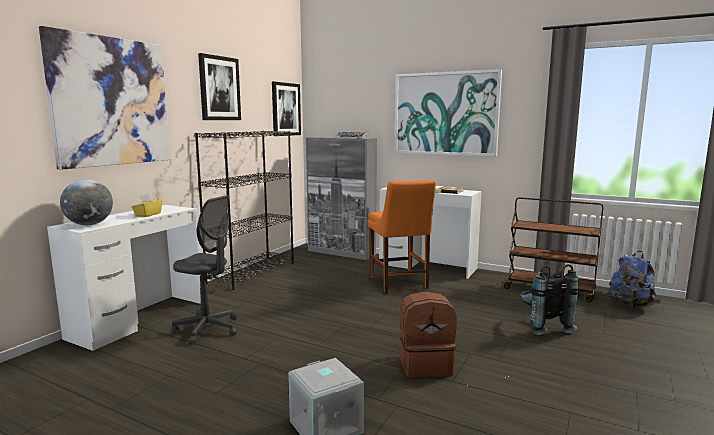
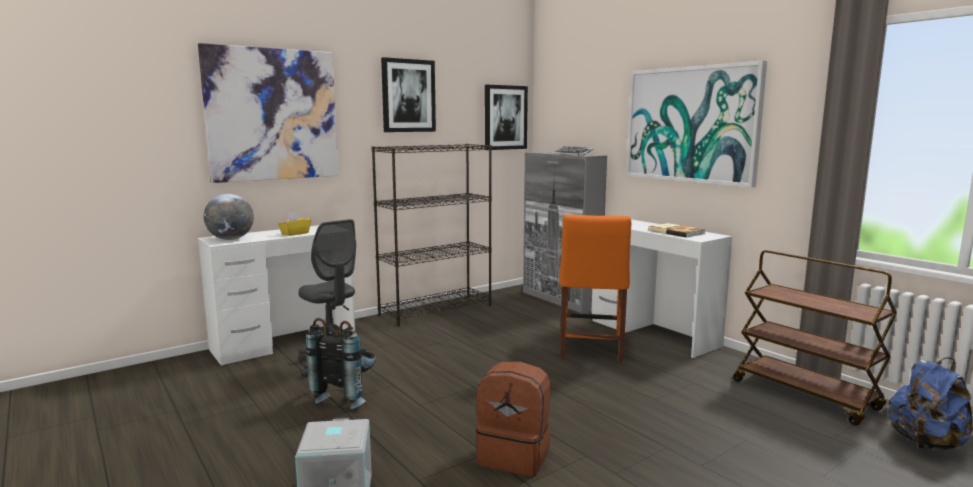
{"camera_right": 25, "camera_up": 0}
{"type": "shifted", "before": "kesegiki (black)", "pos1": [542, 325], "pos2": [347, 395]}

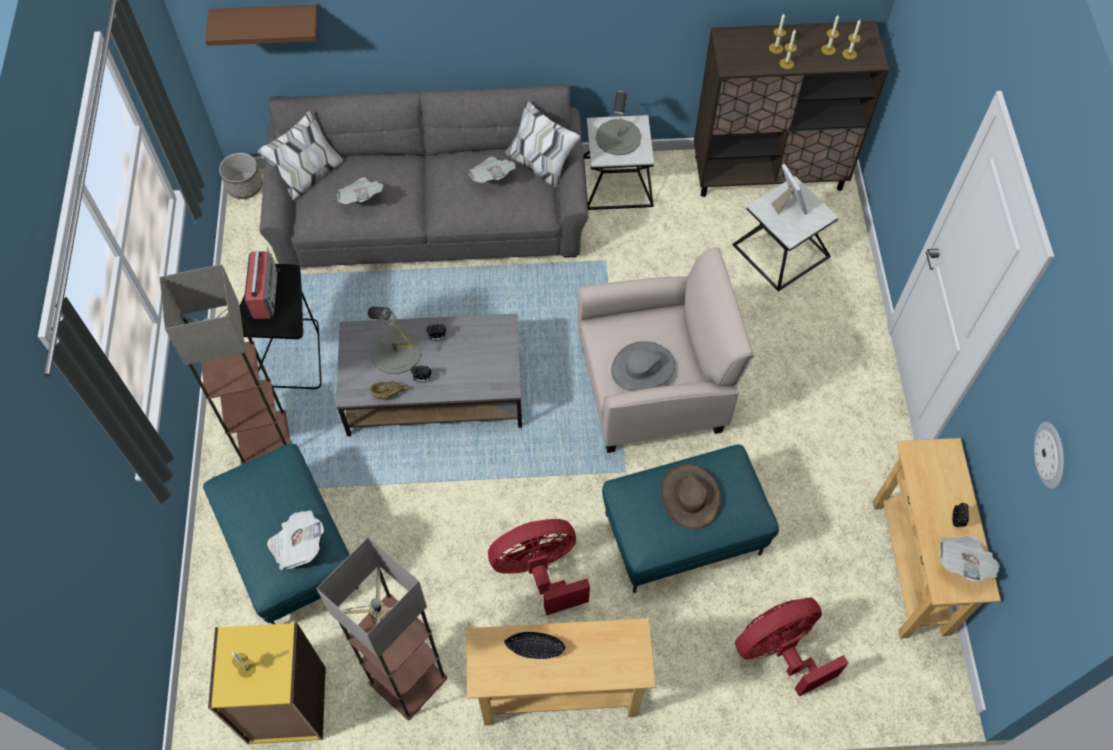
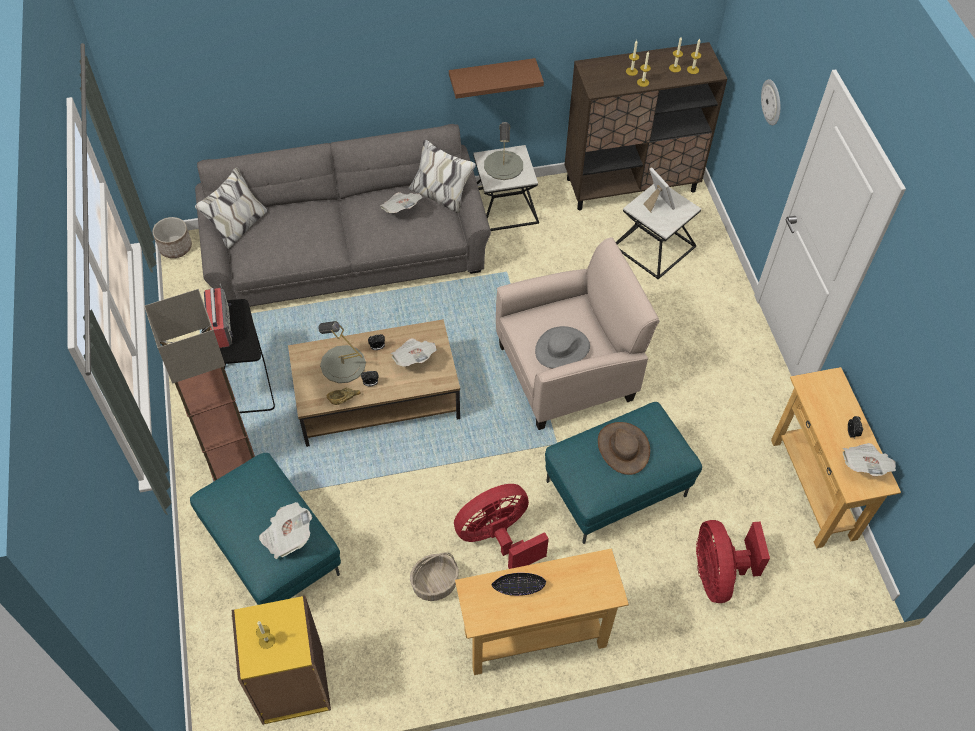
{"camera_right": -10, "camera_up": -5}
{"type": "gone", "before": "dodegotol", "pos1": [408, 682]}
{"type": "new", "after": "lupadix", "pos2": [434, 584]}
{"type": "shifted", "before": "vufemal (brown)", "pos1": [267, 22], "pos2": [492, 77]}
{"type": "shifted", "before": "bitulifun", "pos1": [361, 198], "pos2": [414, 358]}
{"type": "shifted", "before": "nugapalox", "pos1": [1051, 455], "pos2": [772, 102]}
{"type": "repainted", "before": "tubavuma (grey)", "after": "tubavuma (brown)", "pos1": [436, 390], "pos2": [378, 397]}
{"type": "rotated", "before": "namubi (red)", "pos1": [780, 651], "pos2": [718, 574], "turn": -60}

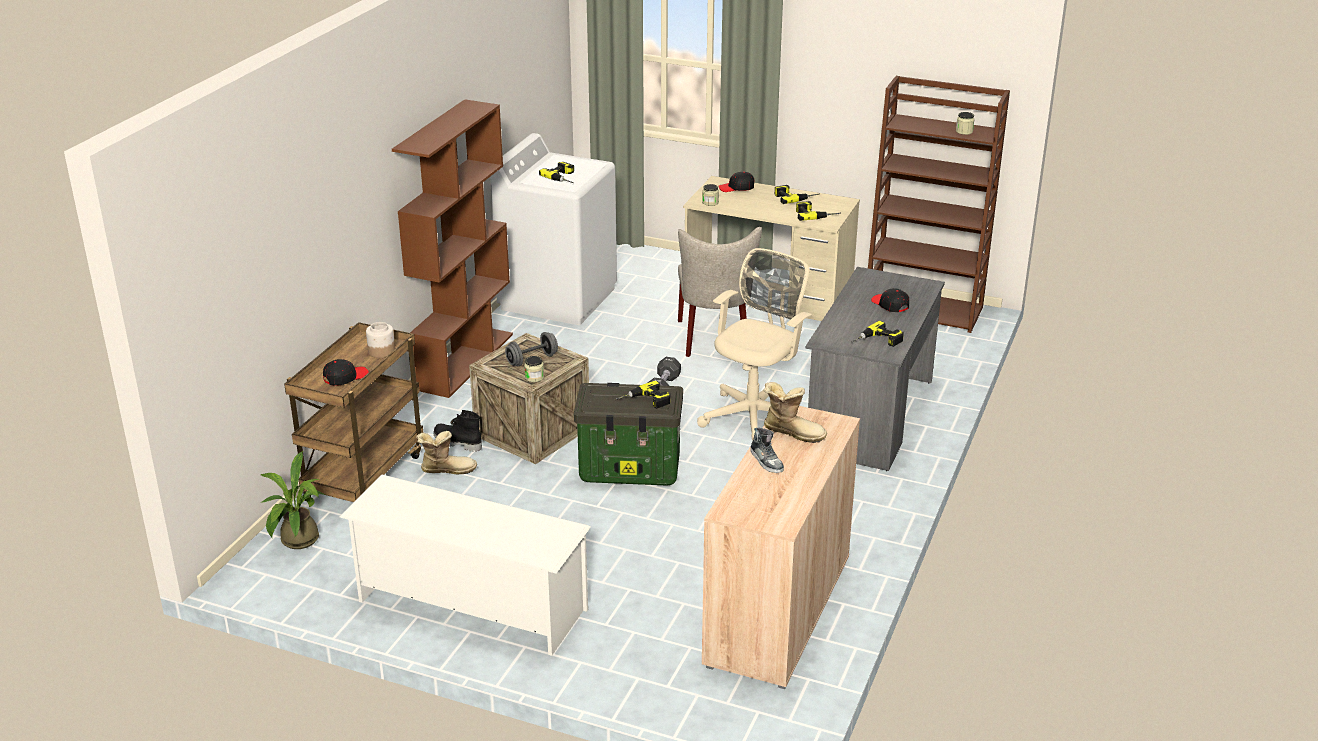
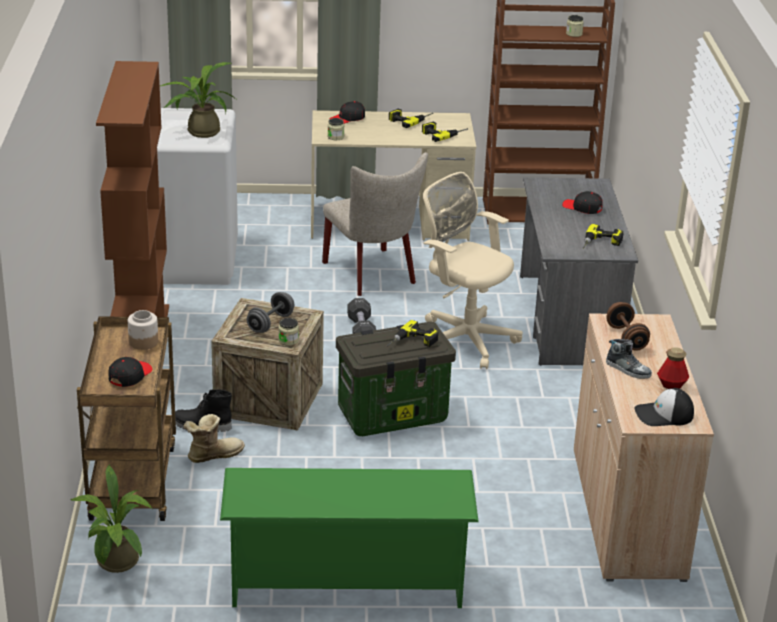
{"camera_right": -25, "camera_up": 0}
{"type": "new", "after": "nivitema", "pos2": [663, 415]}
{"type": "new", "after": "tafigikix", "pos2": [671, 385]}
{"type": "swapped", "before": "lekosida", "after": "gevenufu", "pos1": [564, 177], "pos2": [199, 131]}
{"type": "swapped", "before": "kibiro", "after": "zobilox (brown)", "pos1": [793, 432], "pos2": [626, 338]}
{"type": "repainted", "before": "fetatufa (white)", "after": "fetatufa (green)", "pos1": [470, 605], "pos2": [346, 581]}
{"type": "rotated", "before": "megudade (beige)", "pos1": [754, 413], "pos2": [464, 338], "turn": -60}

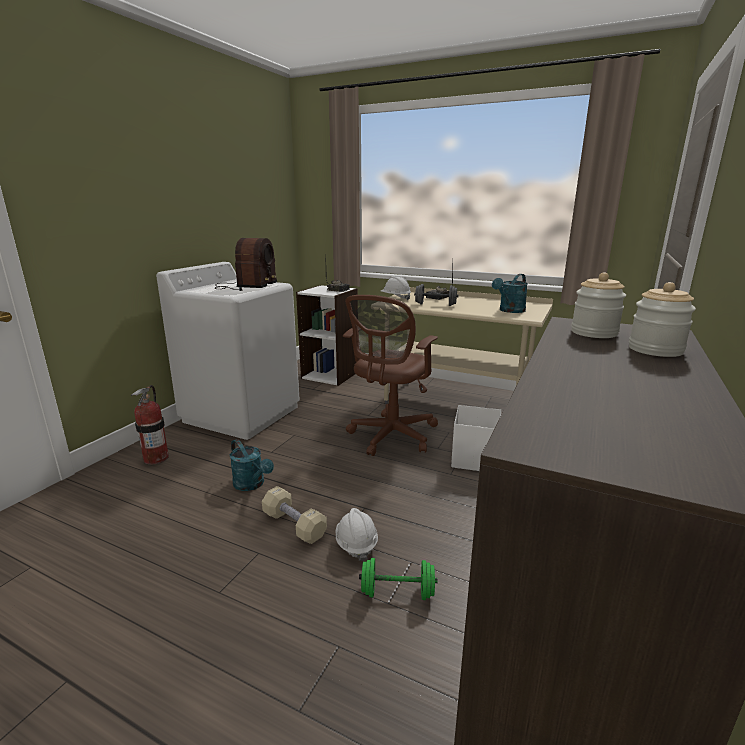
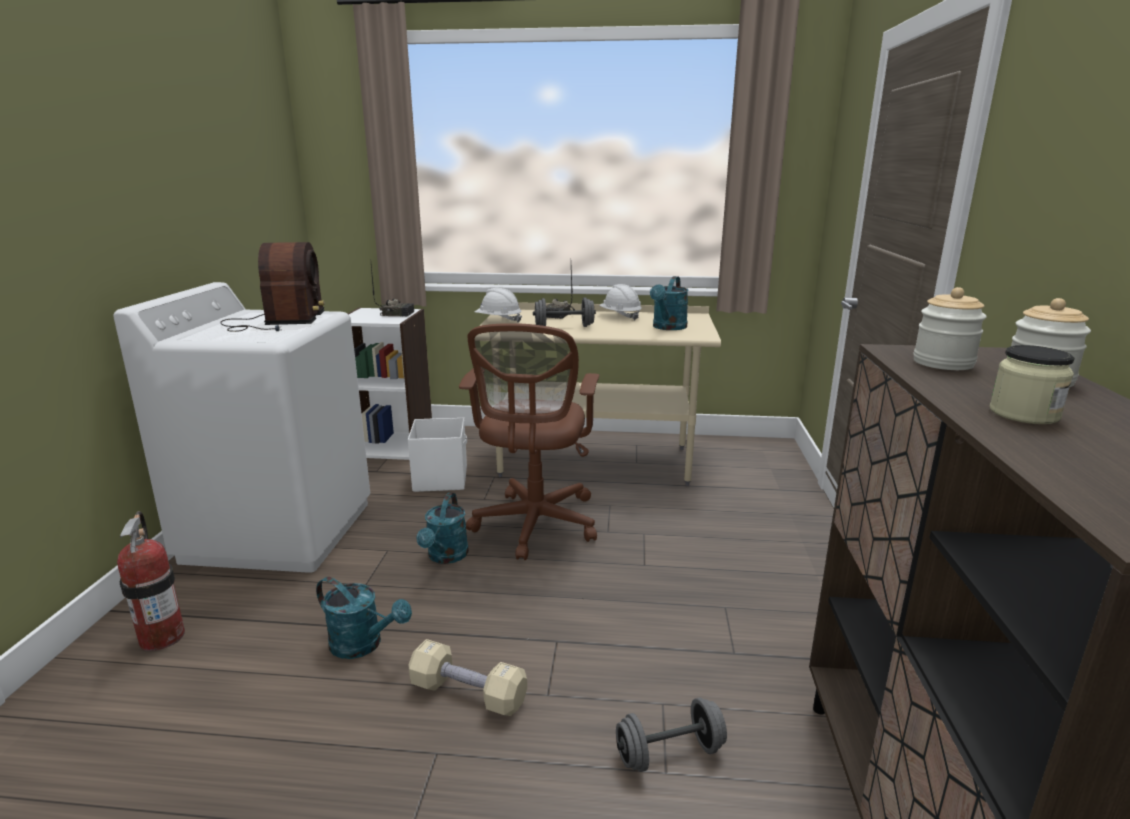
{"camera_right": -20, "camera_up": 0}
{"type": "new", "after": "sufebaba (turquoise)", "pos2": [446, 557]}
{"type": "new", "after": "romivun", "pos2": [1023, 414]}
{"type": "shifted", "before": "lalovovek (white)", "pos1": [356, 544], "pos2": [620, 316]}
{"type": "shifted", "before": "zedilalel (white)", "pos1": [475, 458], "pos2": [441, 478]}
{"type": "repainted", "before": "zobilox (green)", "after": "zobilox (grey)", "pos1": [397, 592], "pos2": [669, 753]}

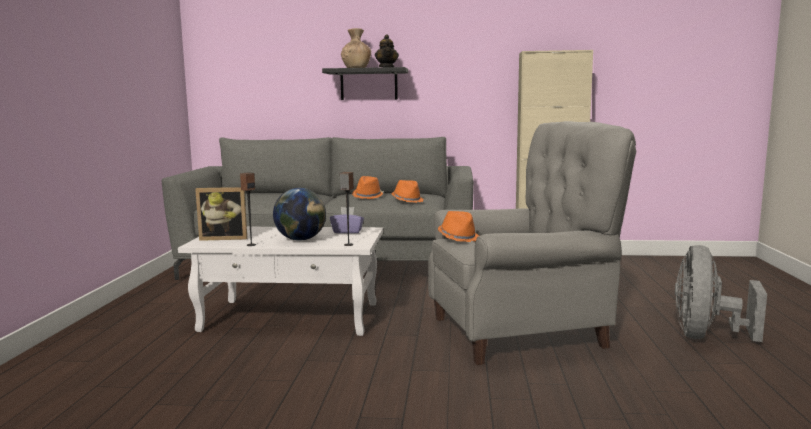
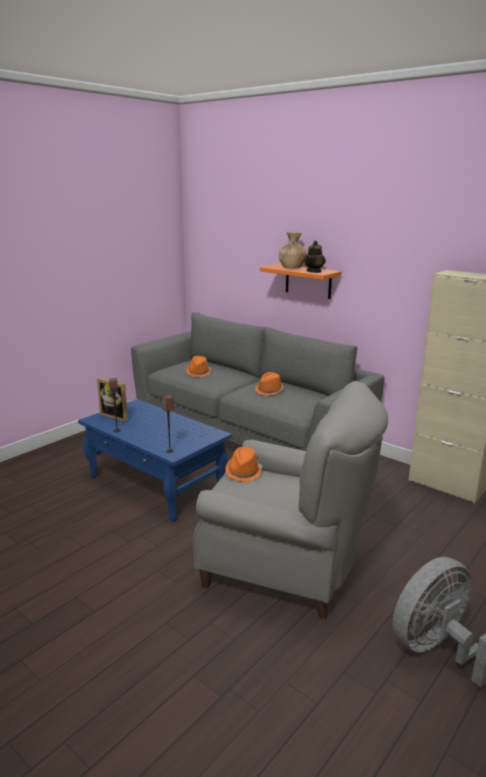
{"camera_right": 35, "camera_up": 10}
{"type": "gone", "before": "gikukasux", "pos1": [300, 240]}
{"type": "gone", "before": "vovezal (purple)", "pos1": [347, 231]}
{"type": "shifted", "before": "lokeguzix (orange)", "pos1": [407, 200], "pos2": [199, 372]}
{"type": "repainted", "before": "tubavuma (white)", "after": "tubavuma (blue)", "pos1": [292, 317], "pos2": [156, 484]}
{"type": "repainted", "before": "vufemal (black)", "after": "vufemal (orange)", "pos1": [369, 84], "pos2": [308, 281]}

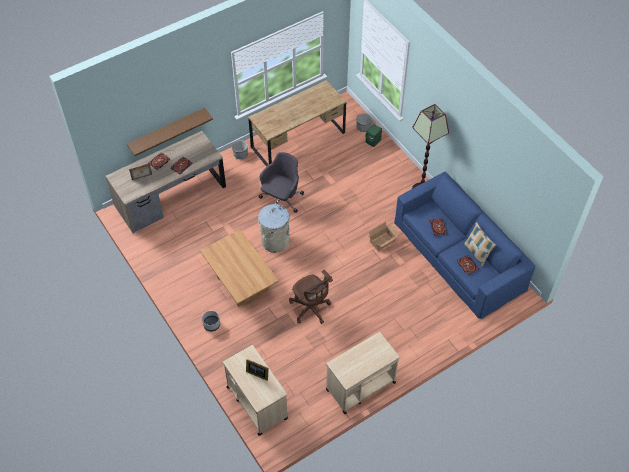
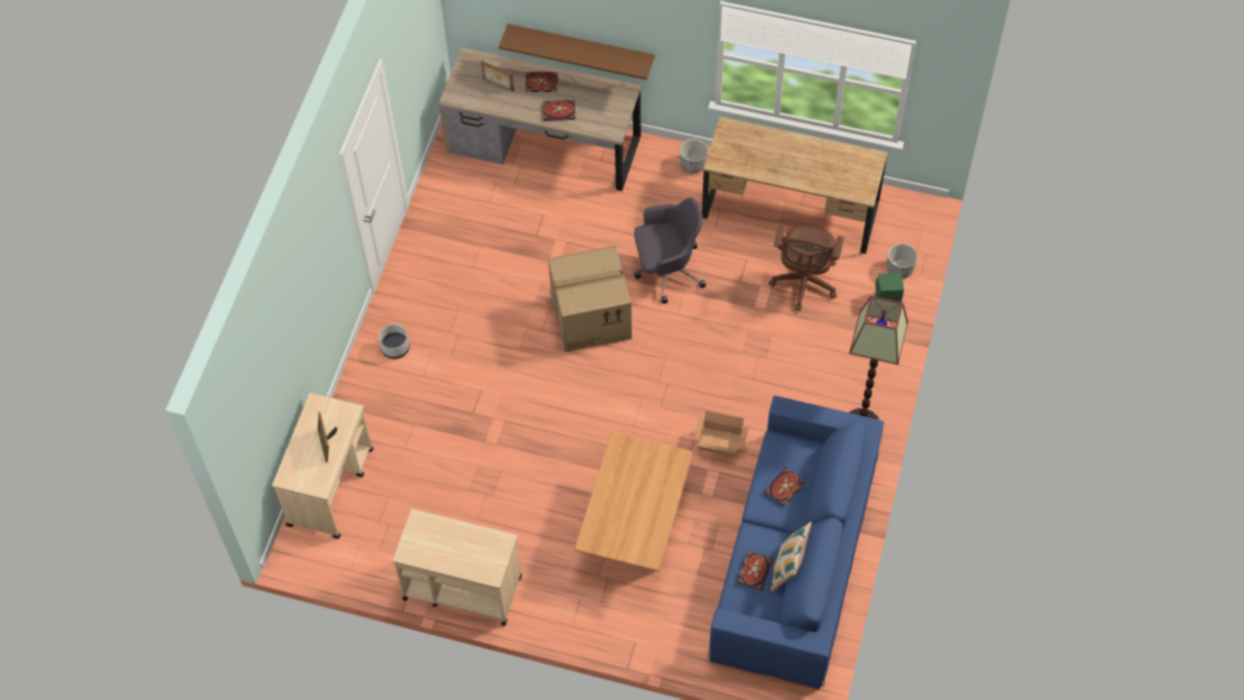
{"camera_right": 50, "camera_up": 5}
{"type": "shifted", "before": "tubavuma (brown)", "pos1": [241, 283], "pos2": [635, 526]}
{"type": "shifted", "before": "megudade (brown)", "pos1": [311, 309], "pos2": [804, 283]}
{"type": "swapped", "before": "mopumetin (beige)", "after": "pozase", "pos1": [275, 241], "pos2": [592, 315]}

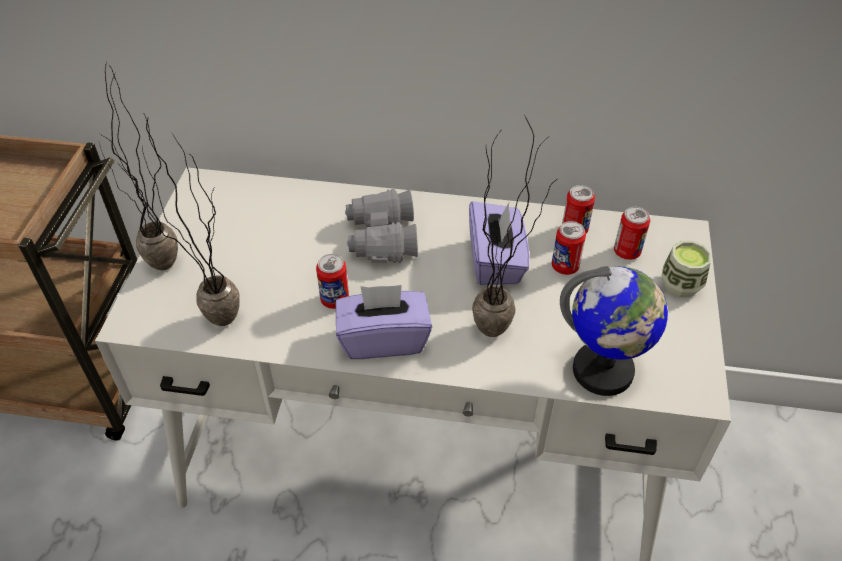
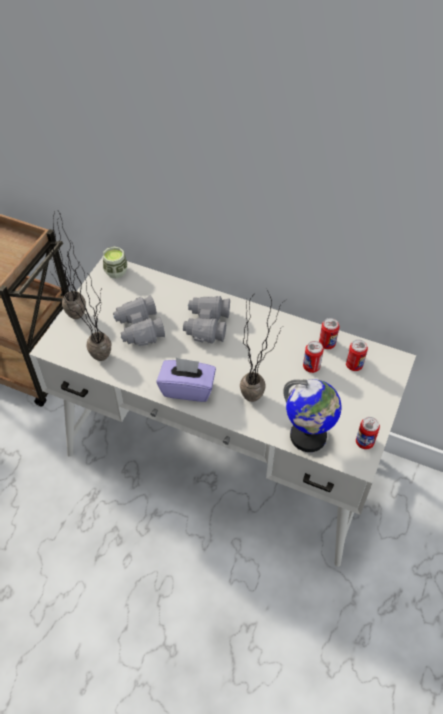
{"camera_right": 15, "camera_up": 5}
{"type": "gone", "before": "vovezal (purple)", "pos1": [496, 261]}
{"type": "new", "after": "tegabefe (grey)", "pos2": [139, 328]}
{"type": "shifted", "before": "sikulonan", "pos1": [335, 300], "pos2": [364, 442]}
{"type": "shifted", "before": "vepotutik", "pos1": [680, 285], "pos2": [116, 271]}

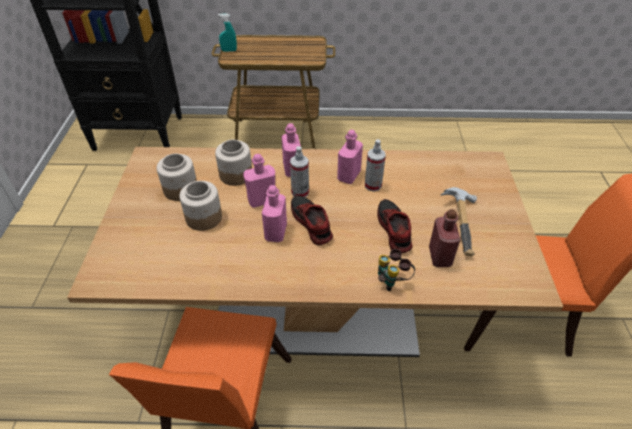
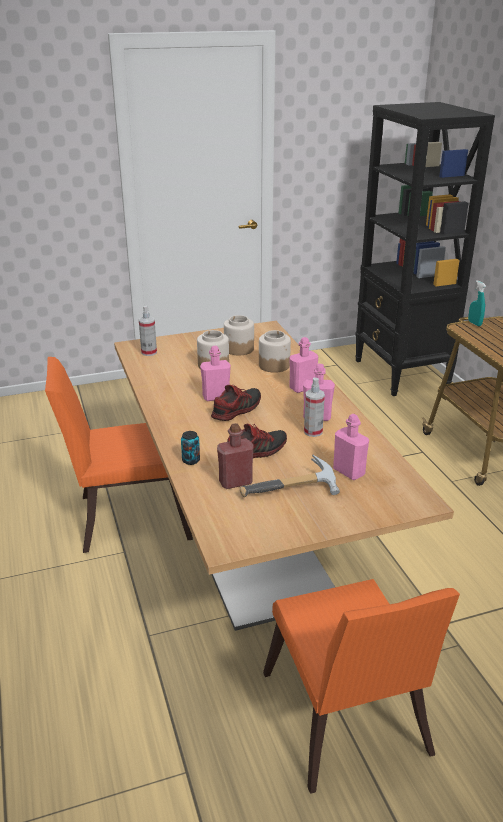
{"camera_right": 70, "camera_up": -15}
{"type": "shifted", "before": "tafigikix (pink)", "pos1": [262, 200], "pos2": [349, 472]}
{"type": "shifted", "before": "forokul", "pos1": [300, 192], "pos2": [149, 352]}
{"type": "swapped", "before": "tegabefe", "after": "sikulonan", "pos1": [393, 280], "pos2": [191, 460]}

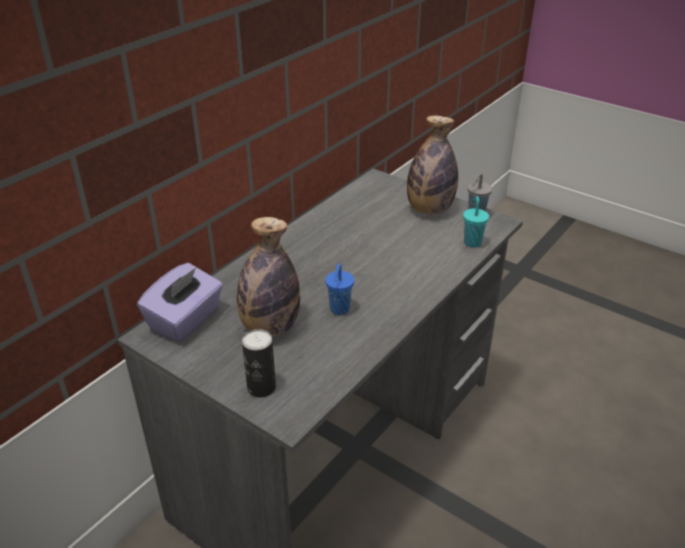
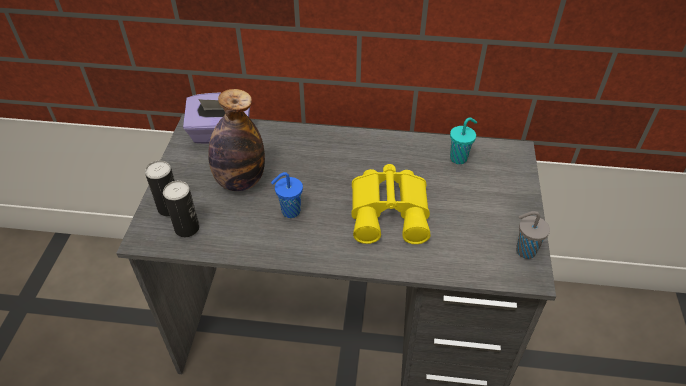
{"camera_right": 60, "camera_up": 10}
{"type": "gone", "before": "tafigikix", "pos1": [429, 210]}
{"type": "new", "after": "sikulonan", "pos2": [187, 228]}
{"type": "new", "after": "tegabefe (yellow)", "pos2": [391, 211]}
{"type": "shifted", "before": "vepotutik (turquoise)", "pos1": [472, 242], "pos2": [459, 158]}

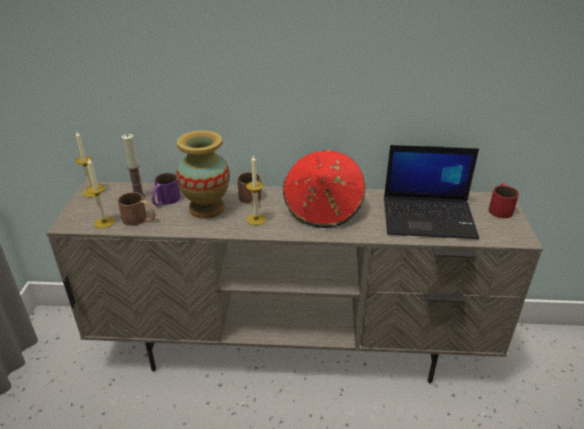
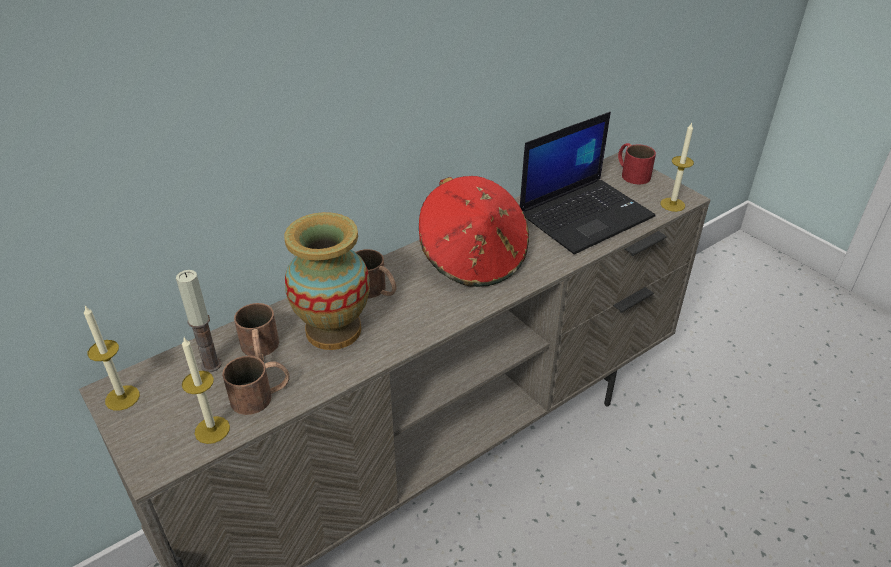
{"camera_right": -40, "camera_up": 5}
{"type": "shifted", "before": "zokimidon", "pos1": [256, 219], "pos2": [672, 204]}
{"type": "repainted", "before": "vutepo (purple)", "after": "vutepo (brown)", "pos1": [165, 201], "pos2": [260, 350]}

